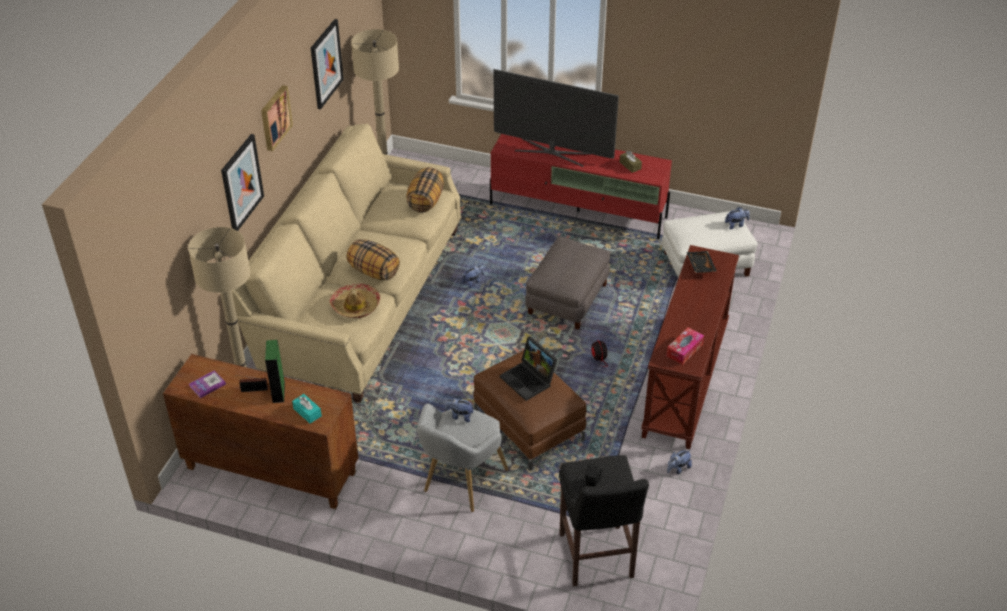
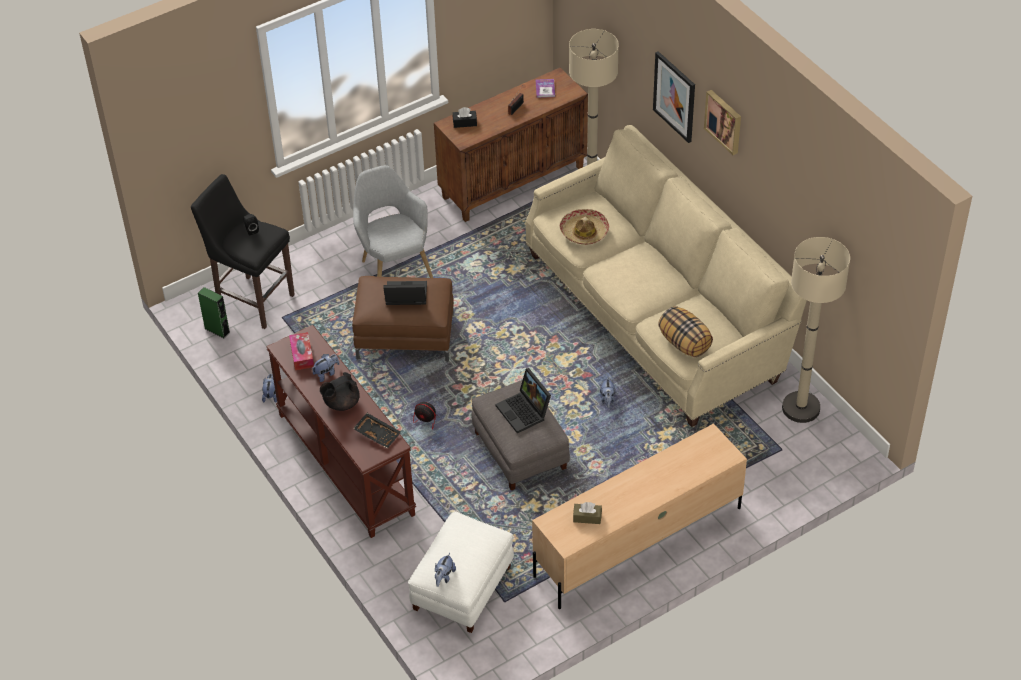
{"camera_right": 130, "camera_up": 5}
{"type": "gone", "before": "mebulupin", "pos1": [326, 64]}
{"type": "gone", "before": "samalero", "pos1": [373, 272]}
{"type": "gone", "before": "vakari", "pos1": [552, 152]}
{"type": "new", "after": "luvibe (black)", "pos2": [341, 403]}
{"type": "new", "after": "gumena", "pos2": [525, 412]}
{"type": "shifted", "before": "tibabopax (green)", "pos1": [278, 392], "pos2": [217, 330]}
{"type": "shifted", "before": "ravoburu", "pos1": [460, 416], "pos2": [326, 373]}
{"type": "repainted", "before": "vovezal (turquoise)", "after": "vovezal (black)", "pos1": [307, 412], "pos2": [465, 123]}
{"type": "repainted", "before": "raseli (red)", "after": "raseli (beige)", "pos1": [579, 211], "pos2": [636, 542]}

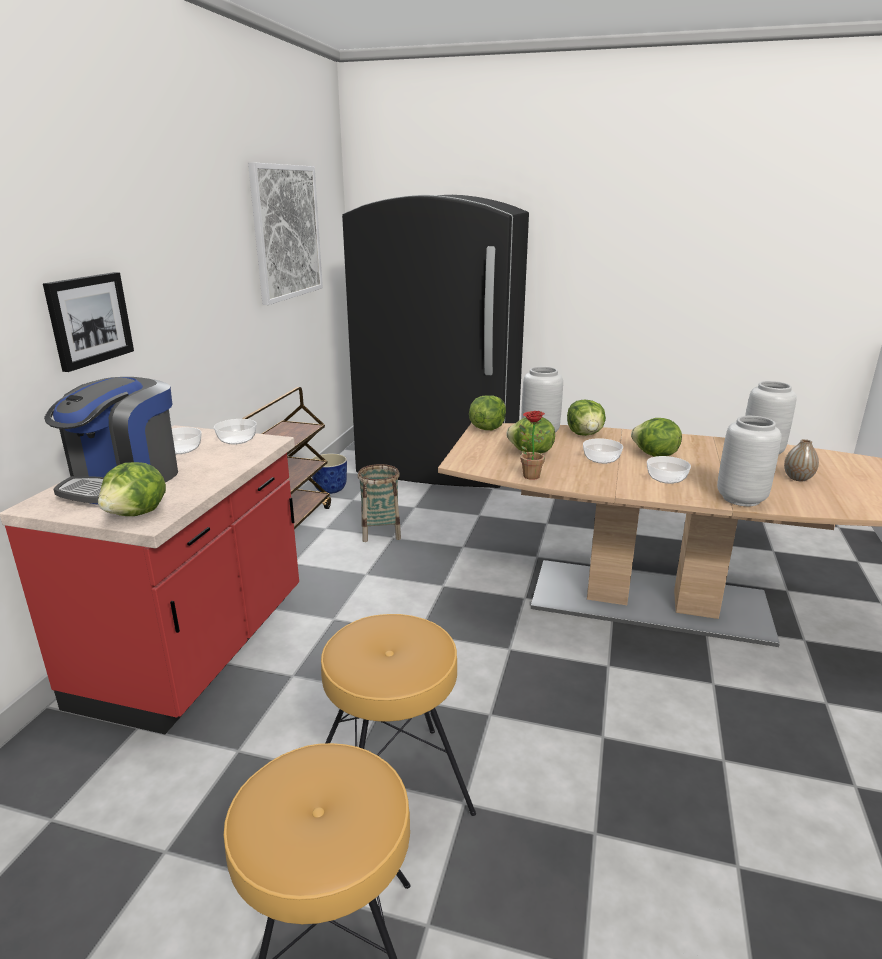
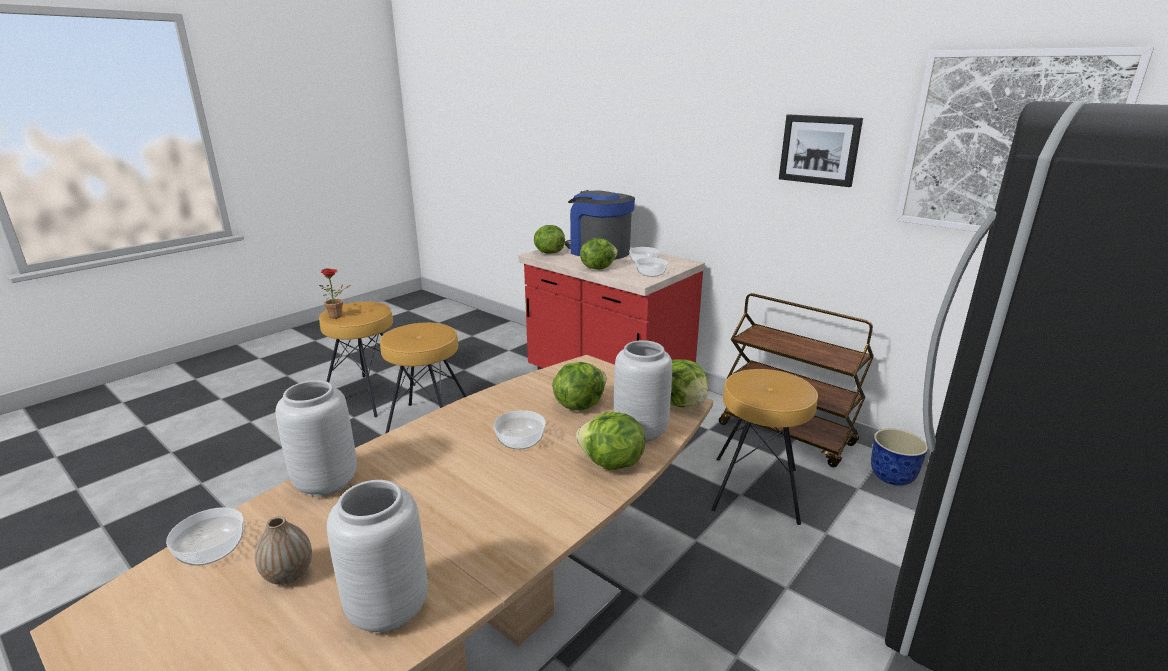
{"camera_right": 115, "camera_up": 0}
{"type": "shifted", "before": "mebulupin", "pos1": [89, 320], "pos2": [819, 149]}
{"type": "shifted", "before": "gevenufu", "pos1": [528, 475], "pos2": [338, 316]}
{"type": "shifted", "before": "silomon", "pos1": [654, 455], "pos2": [597, 268]}
{"type": "shifted", "before": "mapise", "pos1": [667, 479], "pos2": [210, 550]}
{"type": "swapped", "before": "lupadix", "after": "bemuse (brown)", "pos1": [380, 532], "pos2": [756, 489]}

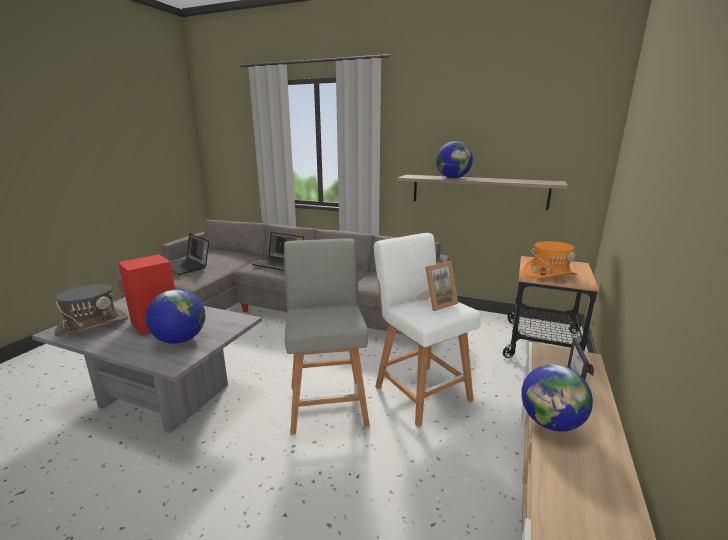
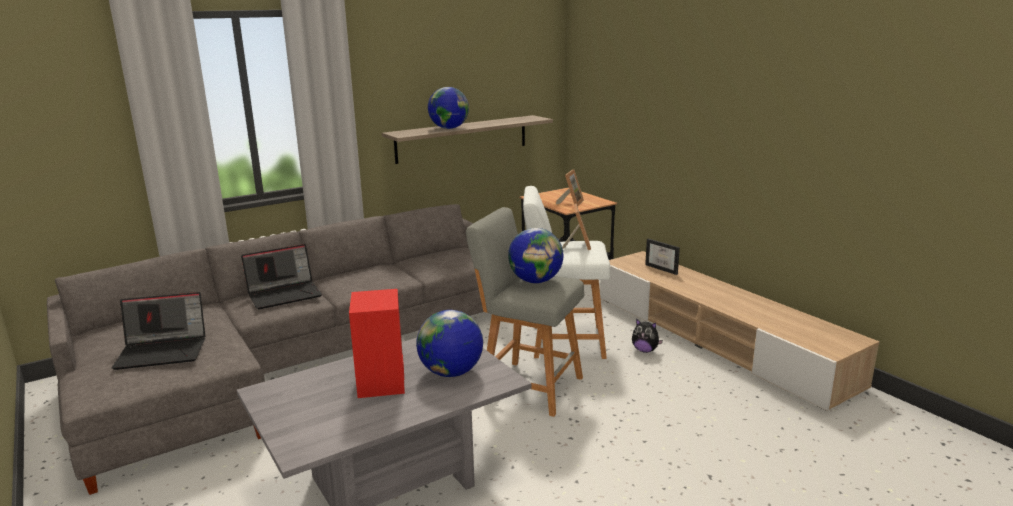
{"camera_right": -55, "camera_up": 0}
{"type": "gone", "before": "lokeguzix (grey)", "pos1": [93, 325]}
{"type": "new", "after": "ravoburu", "pos2": [645, 350]}
{"type": "shifted", "before": "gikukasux", "pos1": [551, 423], "pos2": [536, 281]}
{"type": "swapped", "before": "lokeguzix (orange)", "after": "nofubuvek", "pos1": [549, 274], "pos2": [571, 203]}

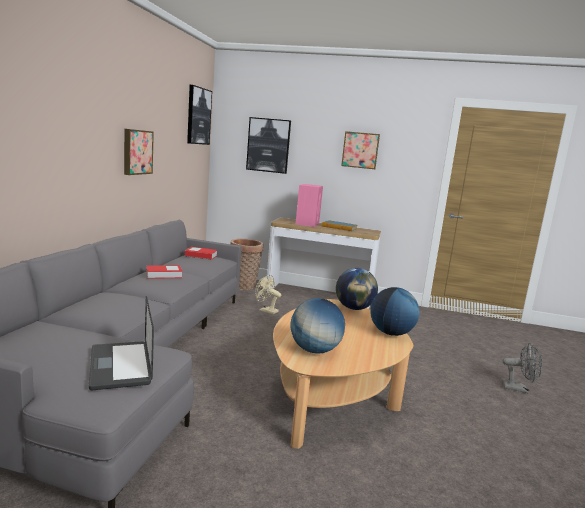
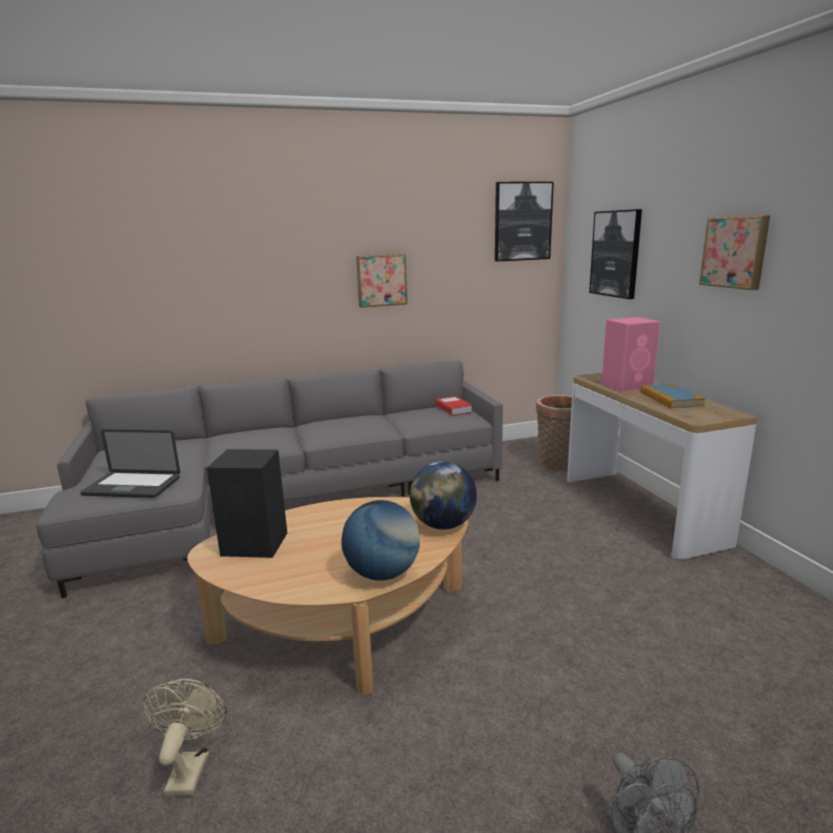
{"camera_right": 60, "camera_up": 5}
{"type": "gone", "before": "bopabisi", "pos1": [164, 275]}
{"type": "shifted", "before": "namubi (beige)", "pos1": [266, 310], "pos2": [190, 767]}
{"type": "swapped", "before": "gikukasux", "after": "tibabopax (black)", "pos1": [314, 350], "pos2": [256, 544]}
{"type": "rotated", "before": "gumena", "pos1": [120, 366], "pos2": [132, 486], "turn": -120}

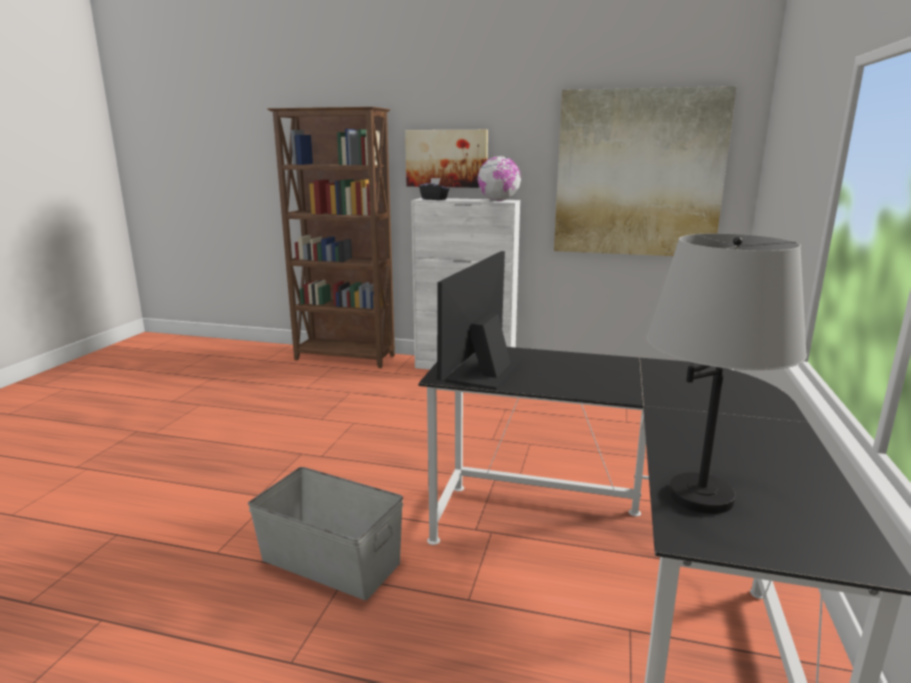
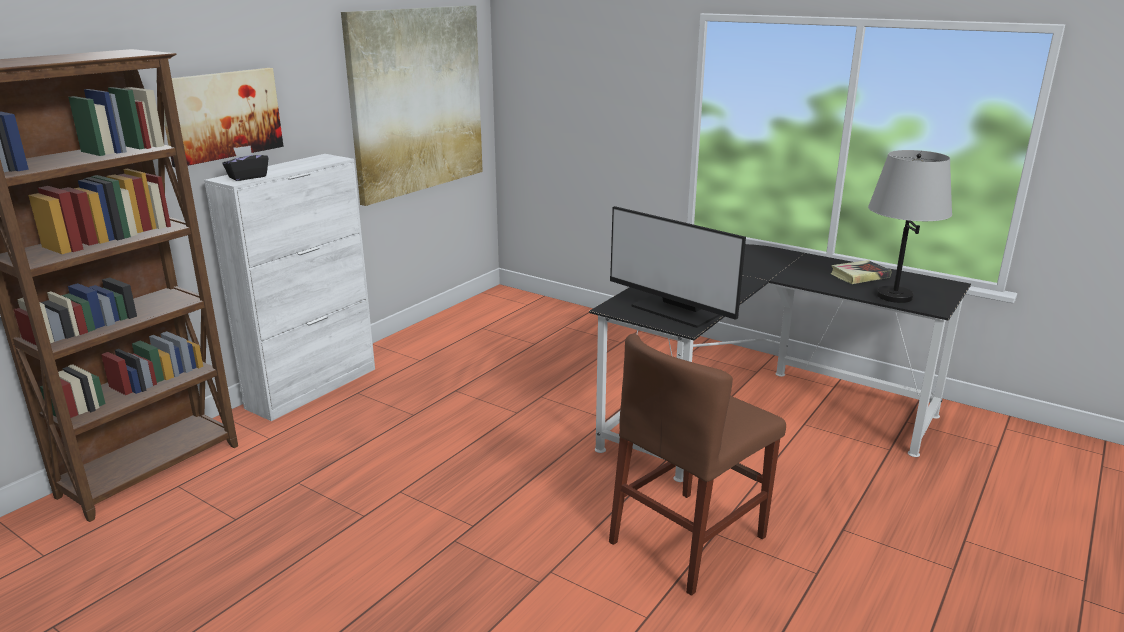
{"camera_right": -70, "camera_up": 5}
{"type": "gone", "before": "gikukasux", "pos1": [498, 200]}
{"type": "new", "after": "bopabisi", "pos2": [859, 276]}
{"type": "swapped", "before": "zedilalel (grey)", "after": "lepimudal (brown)", "pos1": [330, 560], "pos2": [688, 539]}

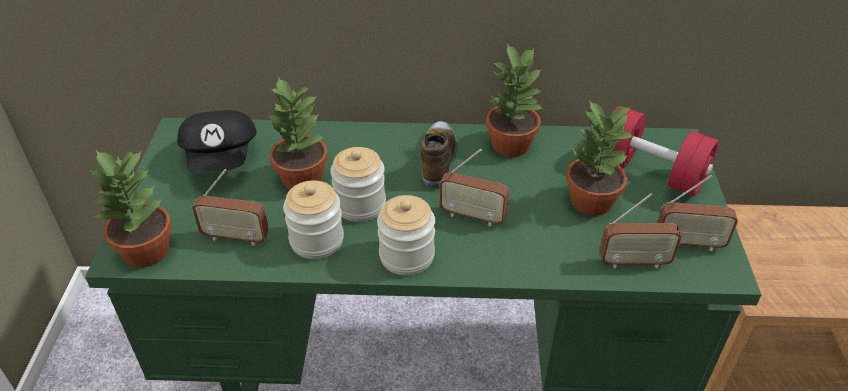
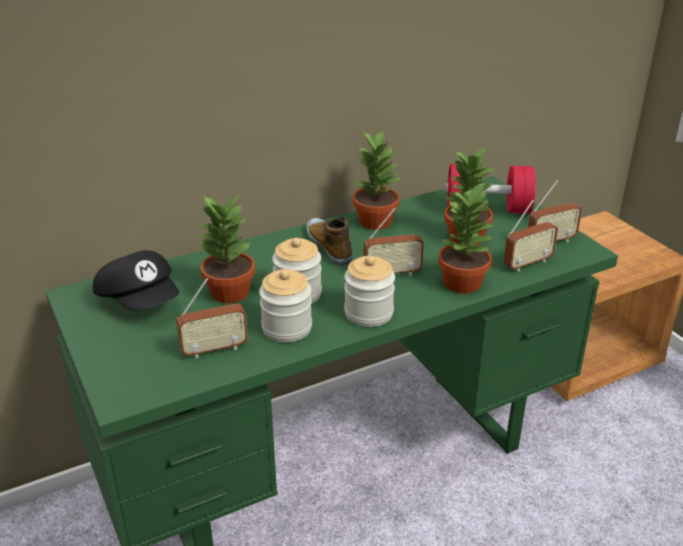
{"camera_right": -30, "camera_up": -10}
{"type": "shifted", "before": "gevenufu", "pos1": [147, 252], "pos2": [463, 283]}

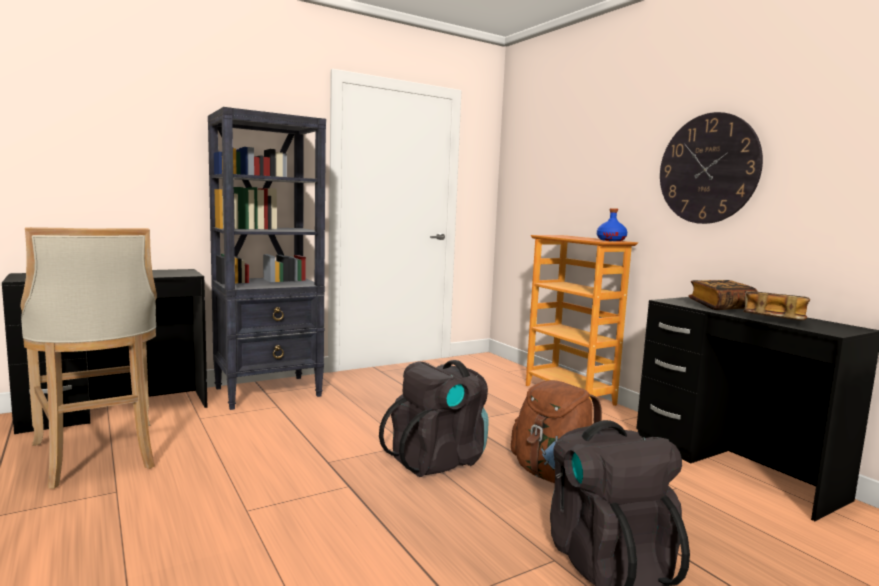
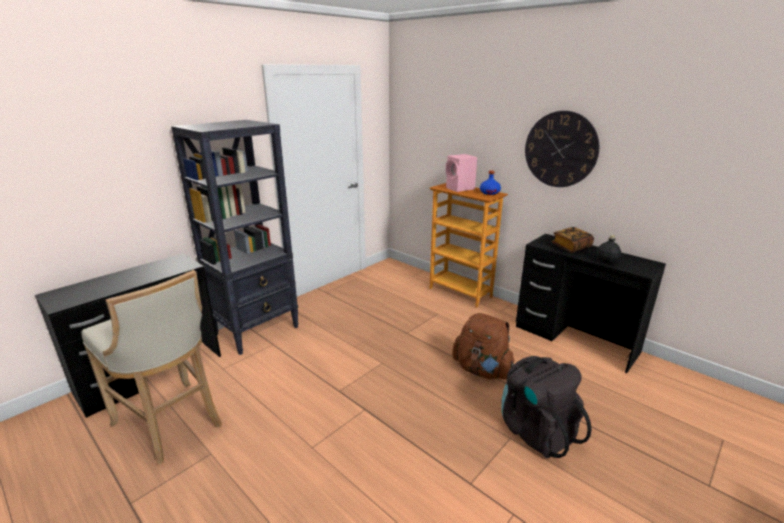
{"camera_right": -15, "camera_up": 15}
{"type": "gone", "before": "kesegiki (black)", "pos1": [438, 460]}
{"type": "new", "after": "tibabopax (pink)", "pos2": [460, 189]}
{"type": "swapped", "before": "bopabisi", "after": "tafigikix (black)", "pos1": [772, 319], "pos2": [607, 261]}

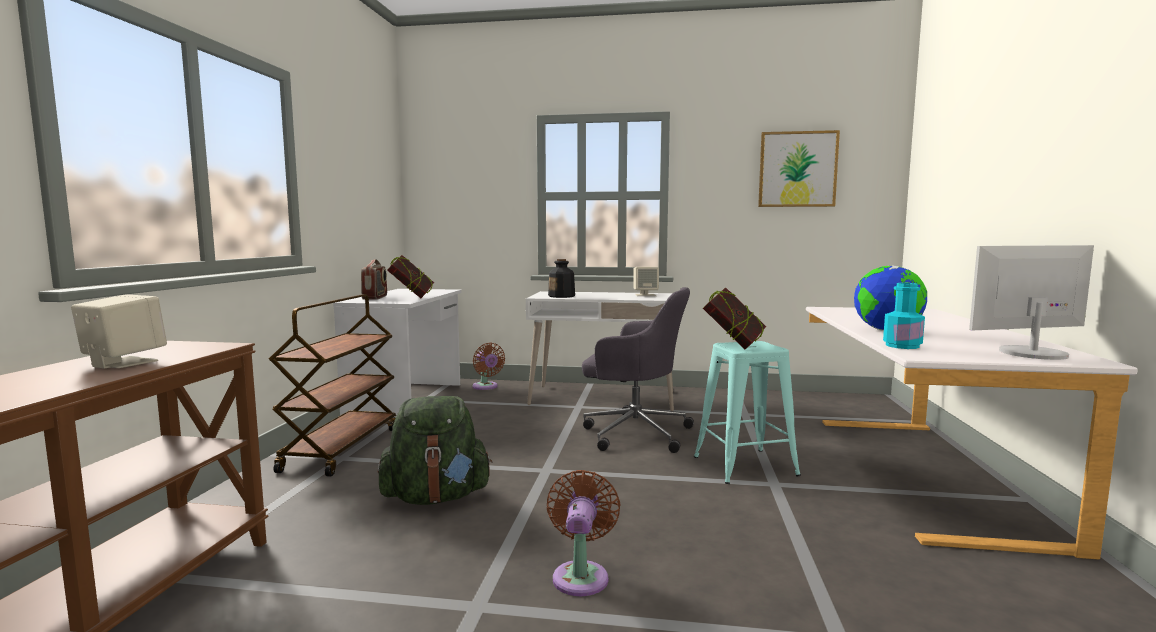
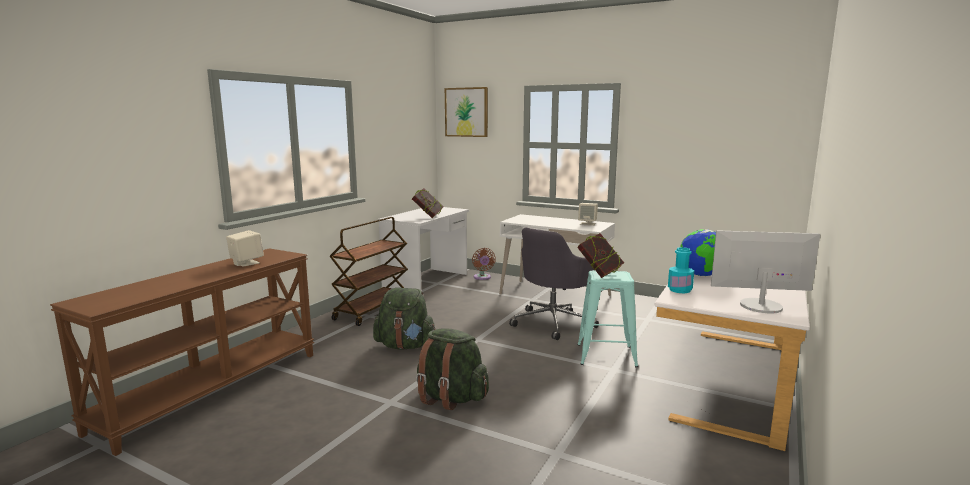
{"camera_right": 20, "camera_up": 5}
{"type": "gone", "before": "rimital", "pos1": [375, 297]}
{"type": "gone", "before": "tafigikix", "pos1": [562, 296]}
{"type": "shifted", "before": "mebulupin", "pos1": [797, 169], "pos2": [466, 112]}
{"type": "swapped", "before": "namubi (brown)", "after": "kesegiki (green)", "pos1": [581, 575], "pos2": [450, 398]}
{"type": "rotated", "before": "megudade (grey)", "pos1": [634, 432], "pos2": [553, 322], "turn": 90}

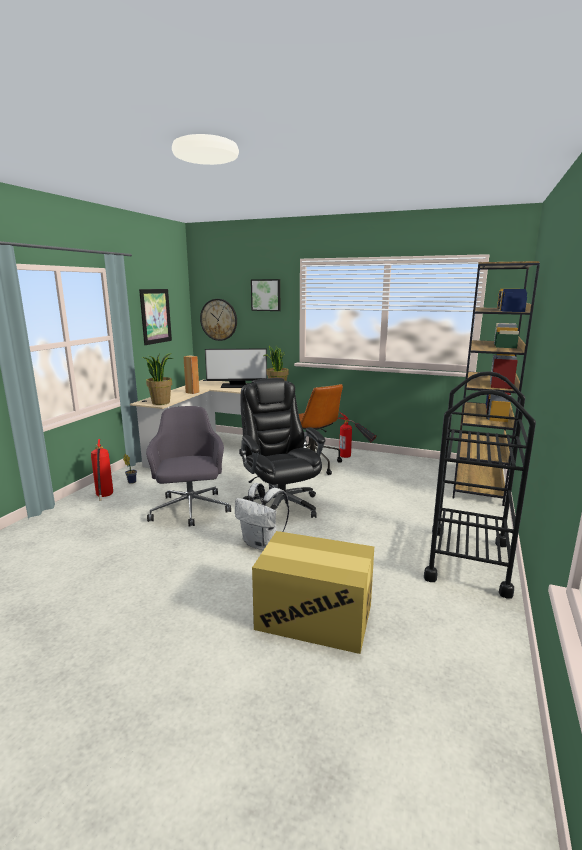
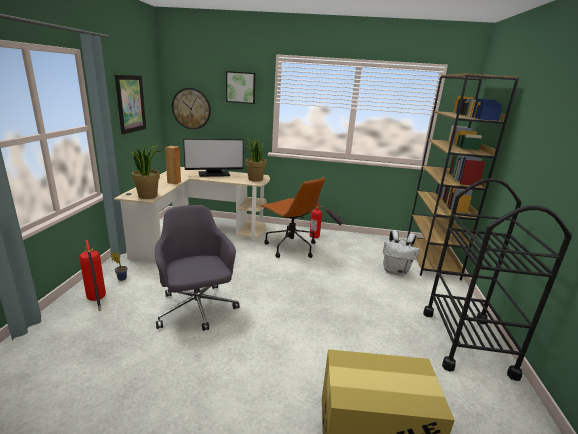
{"camera_right": -15, "camera_up": 5}
{"type": "gone", "before": "megudade (black)", "pos1": [280, 504]}
{"type": "shifted", "before": "kesegiki (white)", "pos1": [262, 544], "pos2": [396, 271]}

